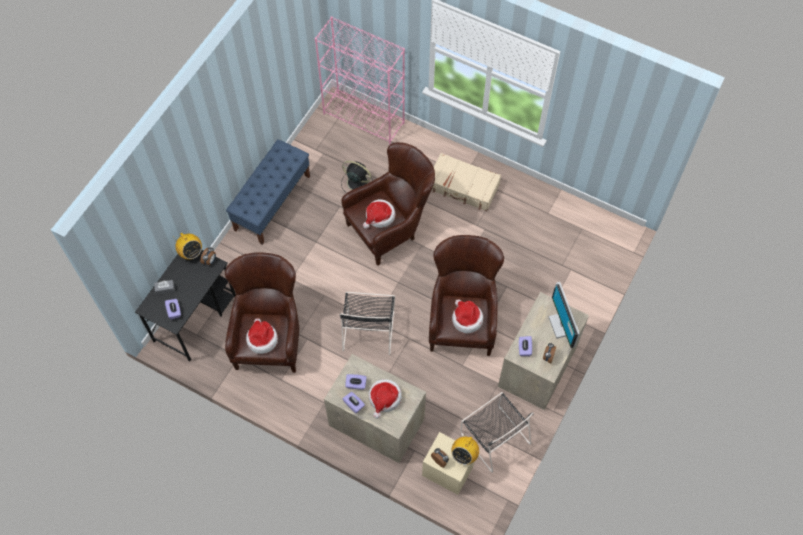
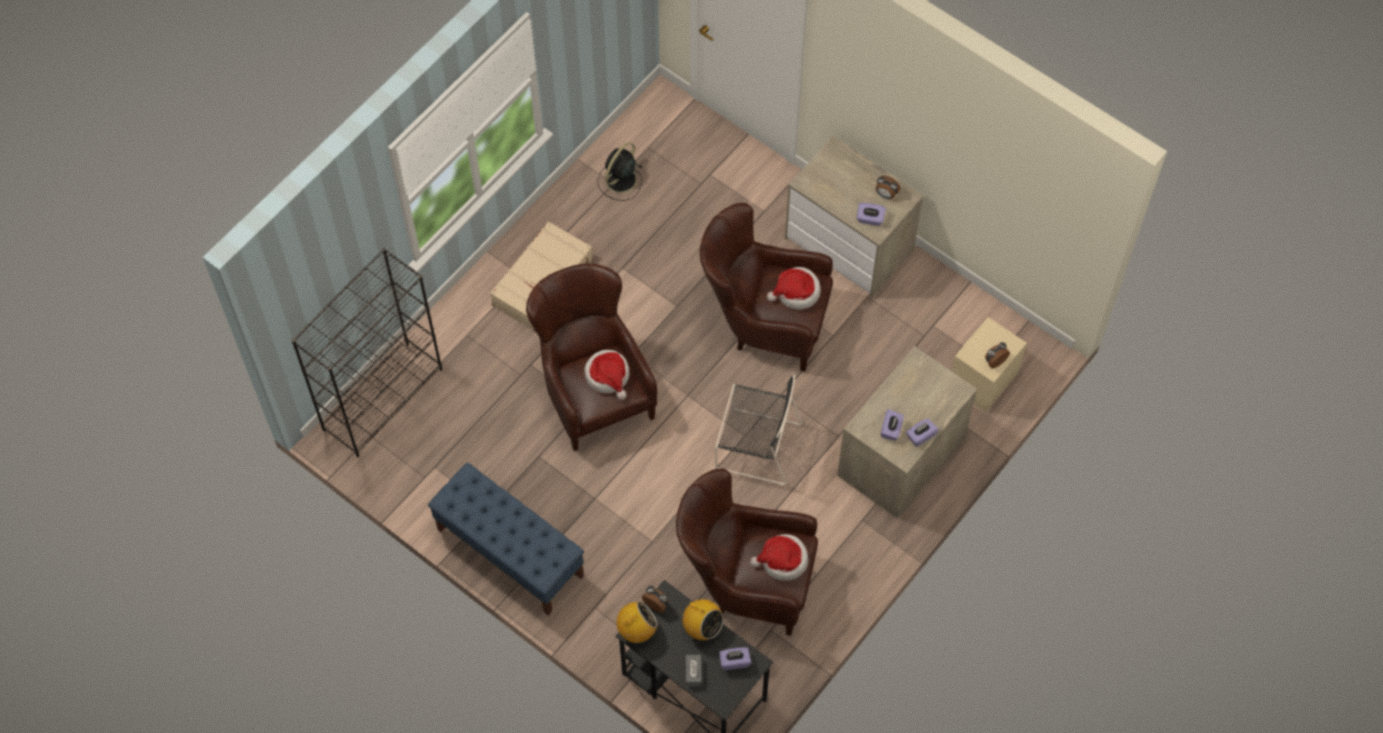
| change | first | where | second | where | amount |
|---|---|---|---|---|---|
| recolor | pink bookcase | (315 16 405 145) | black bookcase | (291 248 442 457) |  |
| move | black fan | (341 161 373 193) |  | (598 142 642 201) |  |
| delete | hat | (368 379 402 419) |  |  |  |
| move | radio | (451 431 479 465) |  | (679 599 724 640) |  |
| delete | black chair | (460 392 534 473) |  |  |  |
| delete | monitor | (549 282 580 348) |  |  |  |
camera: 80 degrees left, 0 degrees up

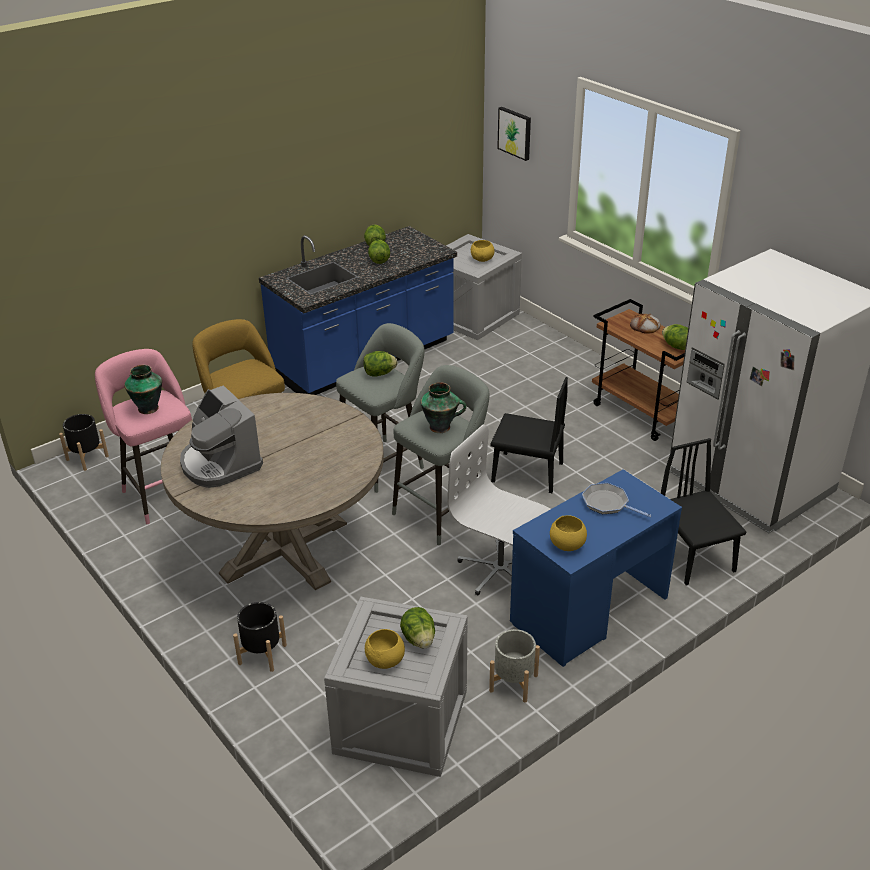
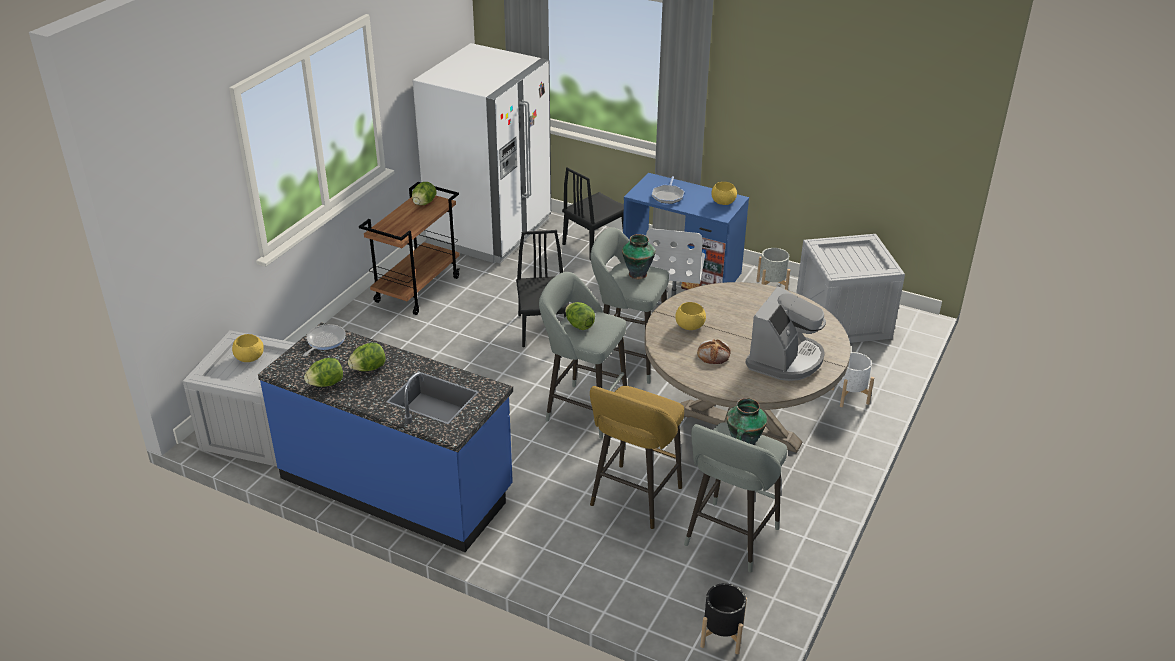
| change | first | where | second | where | amount |
|---|---|---|---|---|---|
| recolor | pink stool | (95 349 192 524) | grey stool | (684 422 787 573) |  |
| recolor | black planter | (233 602 287 672) | white planter | (831 352 874 407) |  |
| move | yellow bowl | (365 629 405 669) |  | (675 302 706 330) |  |
| delete | lettuce | (400 607 435 649) |  |  |  |
| delete | picture | (497 107 531 161) |  |  |  |
| move | bread | (630 313 660 334) |  | (697 339 731 364) |  |
| insert |  |  | frying pan | (303 324 346 357) |  |
camera: 115 degrees left, 0 degrees up

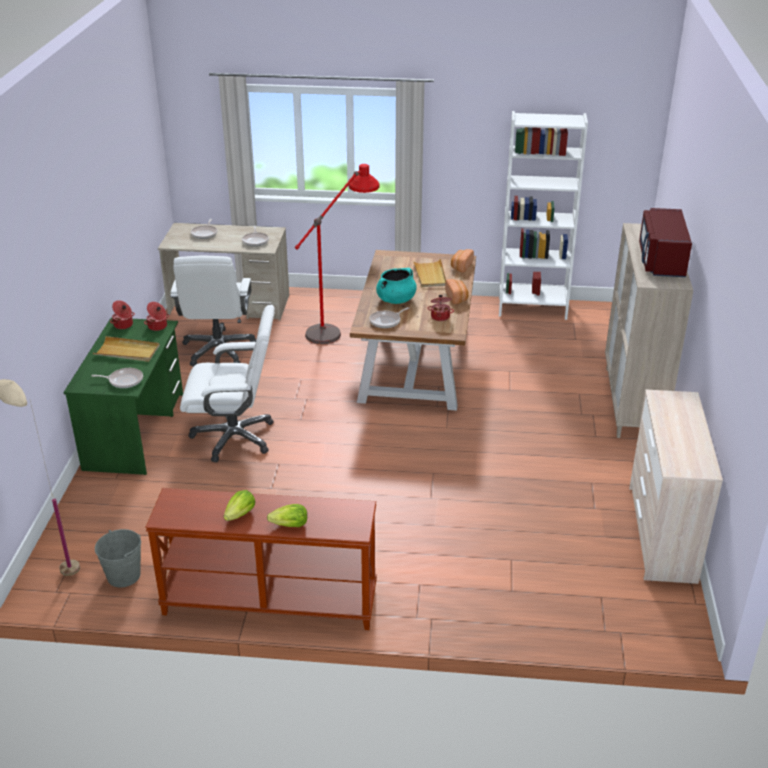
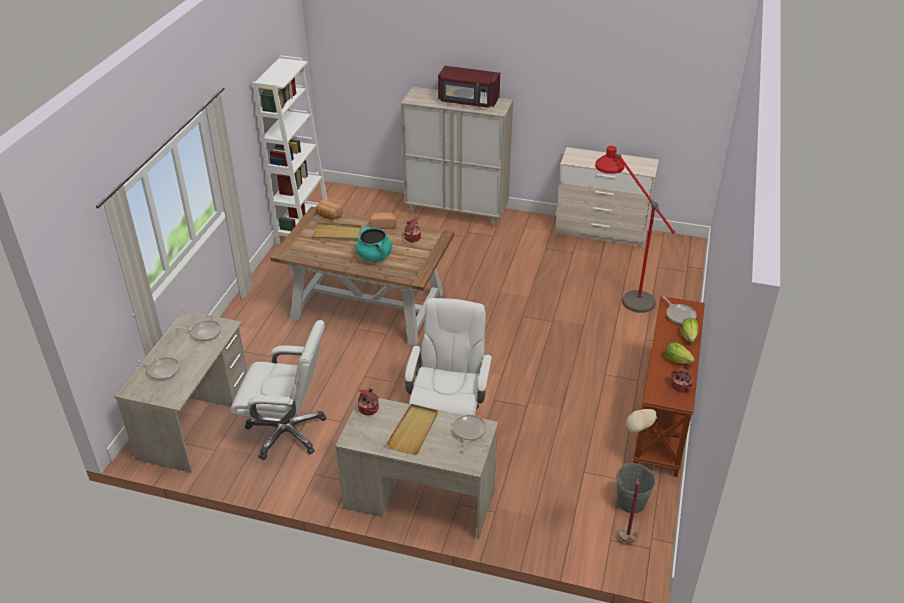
| change | first | where | second | where | amount |
|---|---|---|---|---|---|
| recolor | green desk | (63 318 183 475) | beige desk | (335 396 498 539) |  |
| move | cooking pot | (110 300 135 329) |  | (671 366 695 393) |  |
| move | red floor lamp | (295 164 380 344) |  | (595 146 675 313) |  |
| move | frying pan | (370 307 409 328) |  | (662 296 697 324) |  |
camera: 80 degrees left, 5 degrees up

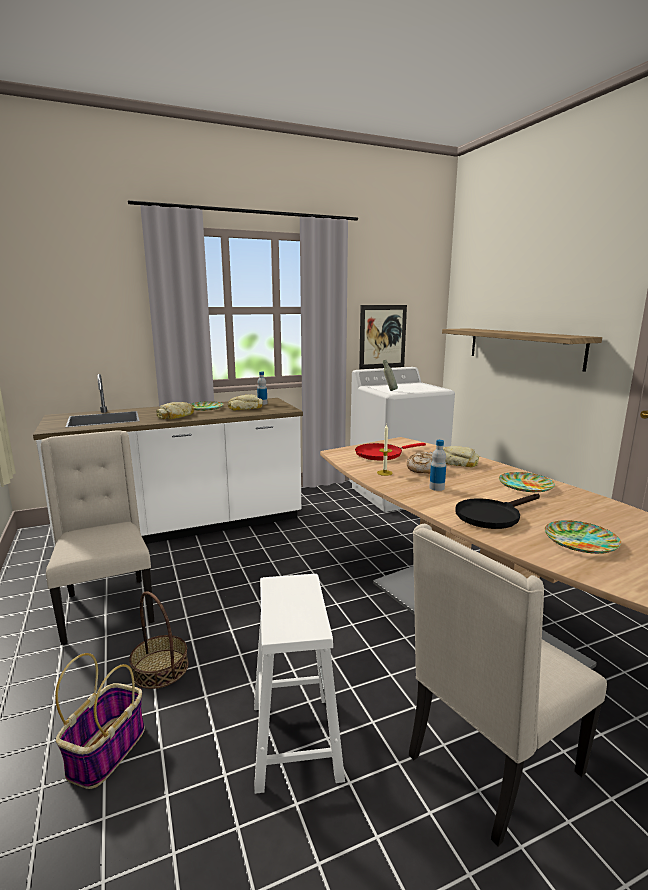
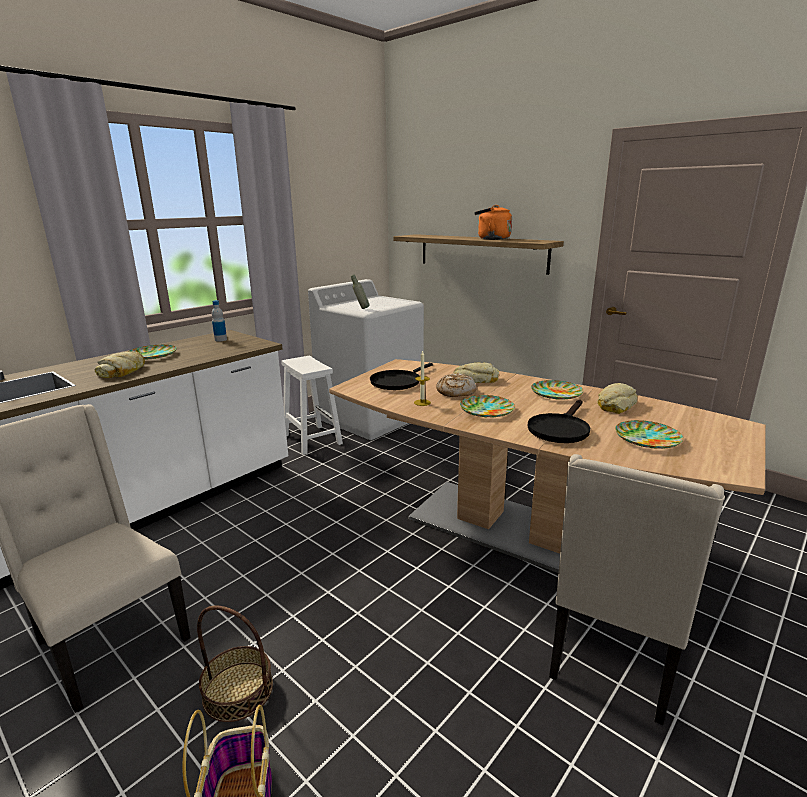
| change | first | where | second | where | amount |
|---|---|---|---|---|---|
| move | bread | (228 395 263 411) |  | (597 383 637 414) |  |
| move | white stool | (254 574 345 794) |  | (281 356 343 455) |  |
| recolor | red frying pan | (355 443 426 460) | black frying pan | (370 363 433 390) |  |
| delete | picture | (359 305 407 369) |  |  |  |
| replace | bottle | (429 440 446 491) | plate | (460 395 515 417) |  |
| insert |  |  | orange kettle | (474 205 512 240) |  |
camera: 25 degrees left, 5 degrees up

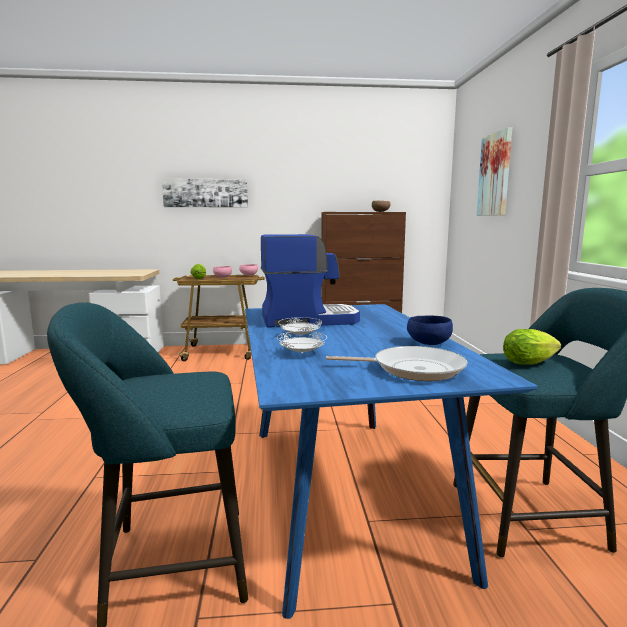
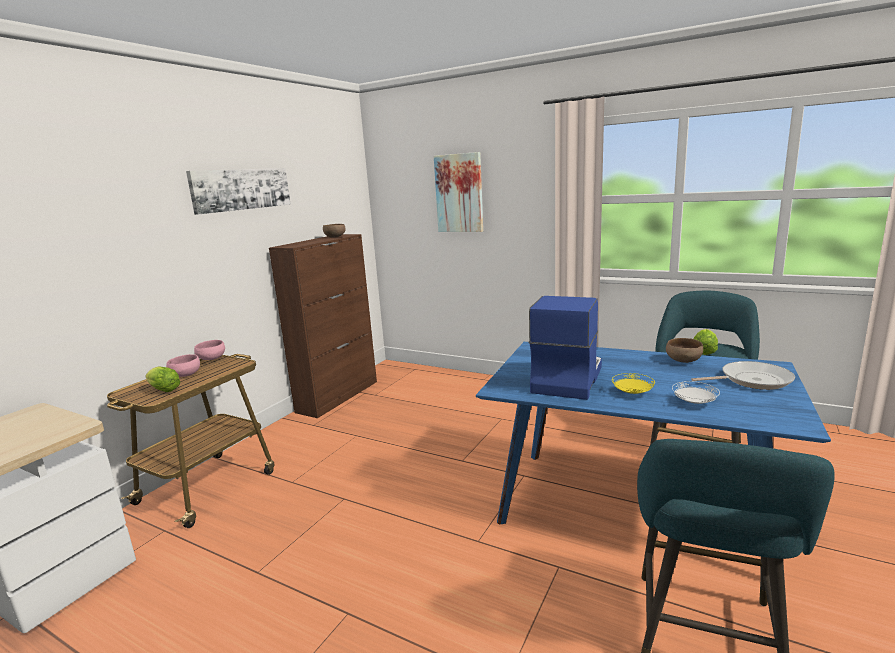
| change | first | where | second | where | amount |
|---|---|---|---|---|---|
| move | picture | (162 178 248 207) |  | (186 168 291 215) |  |
| recolor | white plate | (278 317 322 336) | yellow plate | (612 373 655 394) |  |
| rotate | frying pan | (326 346 468 381) |  | (691 361 795 390) | 45 degrees clockwise |
| recolor | blue bowl | (407 315 453 345) | brown bowl | (666 338 703 363) |  |
camera: 55 degrees left, 5 degrees up

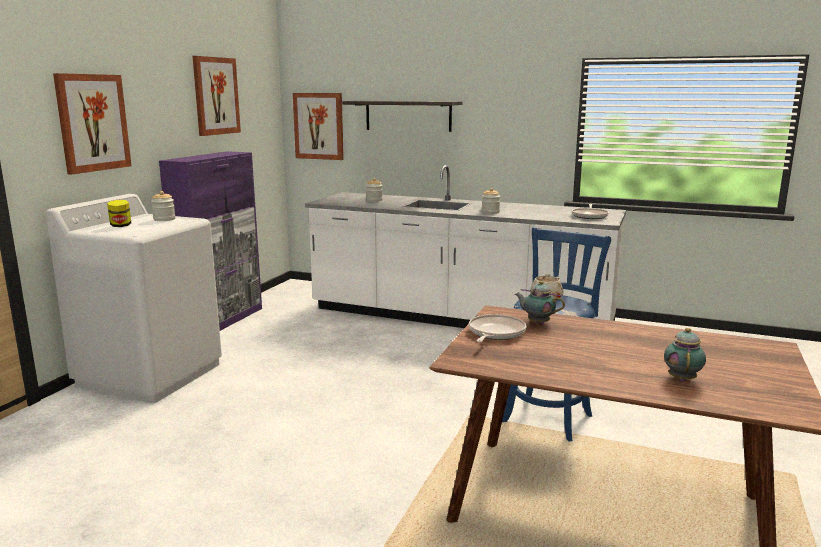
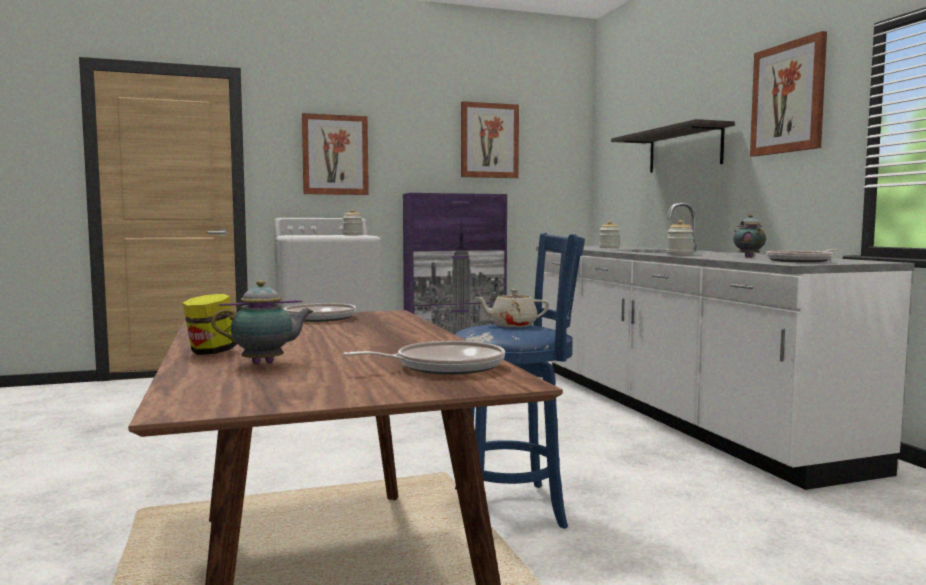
| change | first | where | second | where | amount |
|---|---|---|---|---|---|
| move | jar | (107 200 131 227) |  | (182 294 237 355) |  |
| move | picture | (293 93 344 160) |  | (750 31 827 157) |  |
| move | teapot | (515 281 565 324) |  | (733 215 766 258) |  |
| insert |  |  | frying pan | (343 341 505 375) |  |
camera: 50 degrees right, 10 degrees down

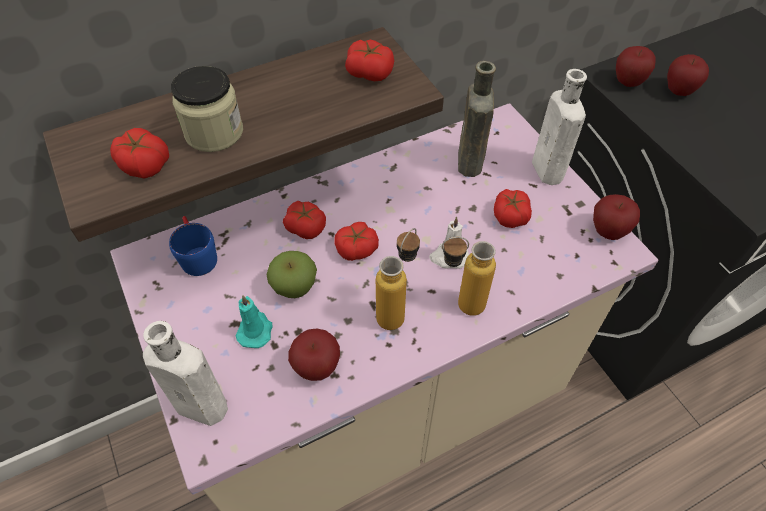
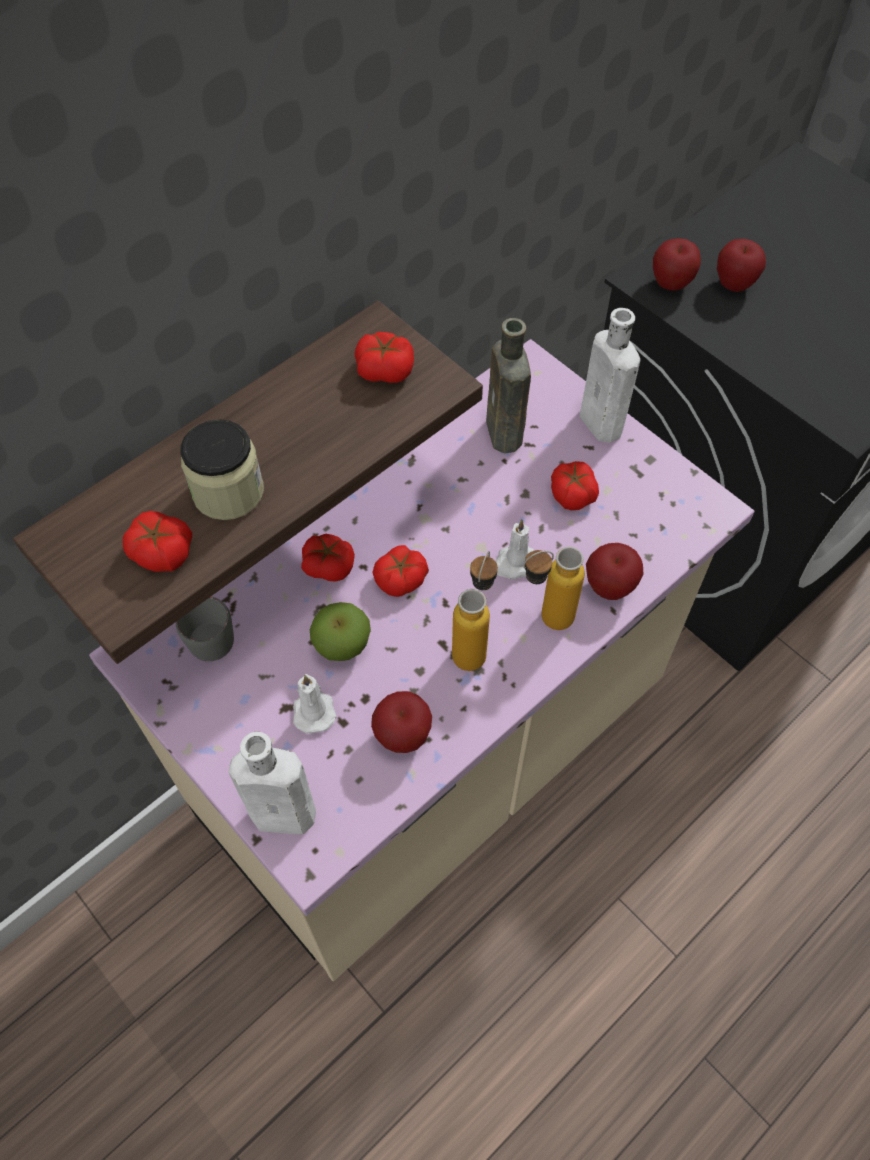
| change | first | where | second | where | amount |
|---|---|---|---|---|---|
| recolor | blue mug | (169 216 217 276) | grey mug | (176 596 234 661) |  |
| recolor | turquoise candle | (236 295 272 348) | white candle | (293 674 337 733) |  |
| move | apple | (593 194 640 240) |  | (586 543 643 600) |  |
camera: 15 degrees left, 5 degrees up

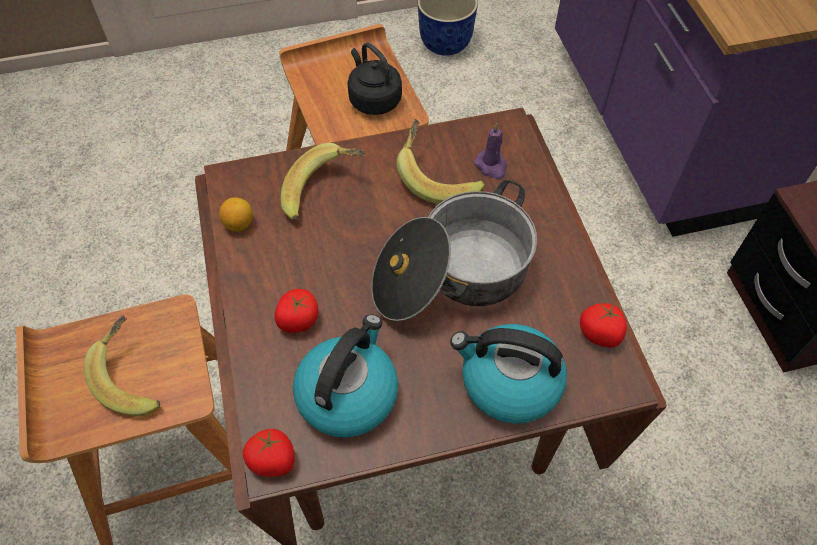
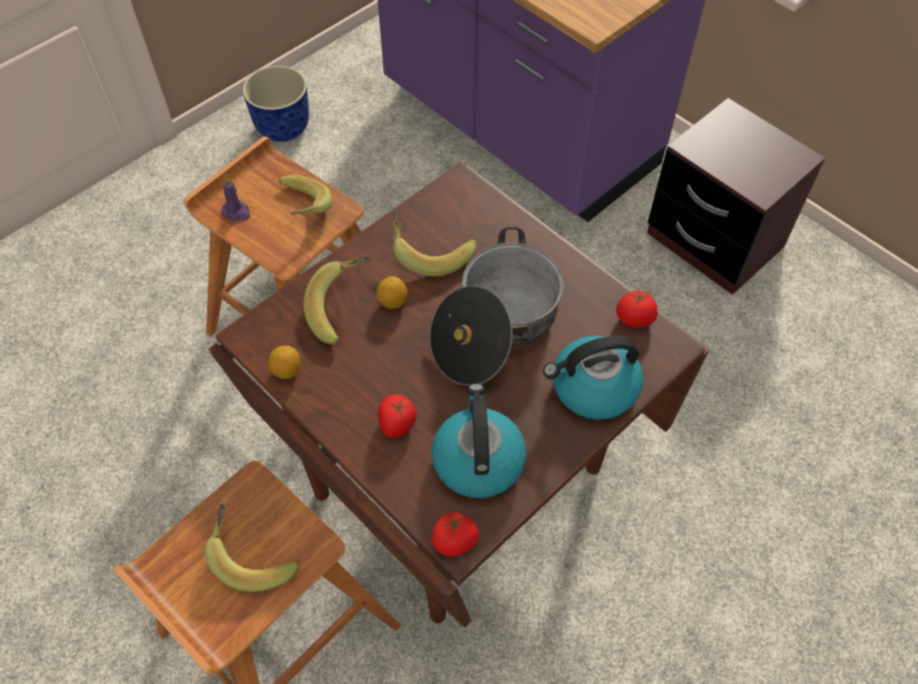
| change | first | where | second | where | amount |
|---|---|---|---|---|---|
| replace | black kettle | (347 42 402 115) | banana | (279 175 332 215) |  |
| move | purple candle | (474 123 507 179) |  | (221 177 250 221) |  |
| insert |  |  | lemon | (377 276 408 309) |  |
camera: 30 degrees left, 0 degrees up

